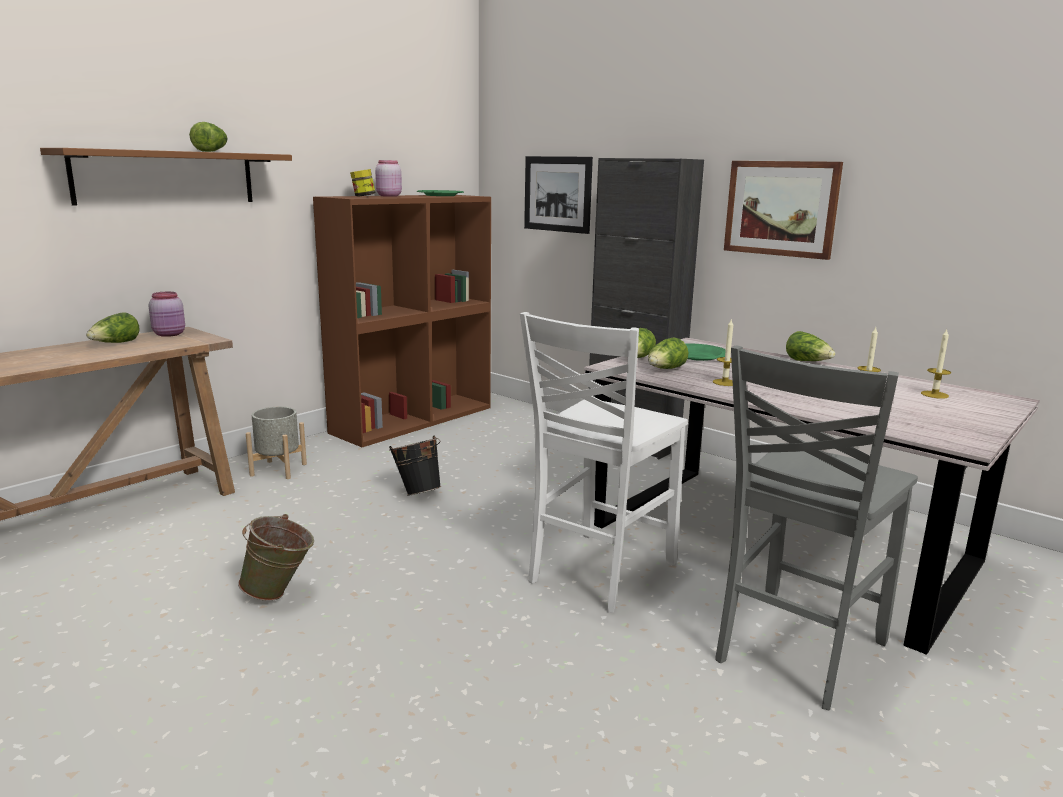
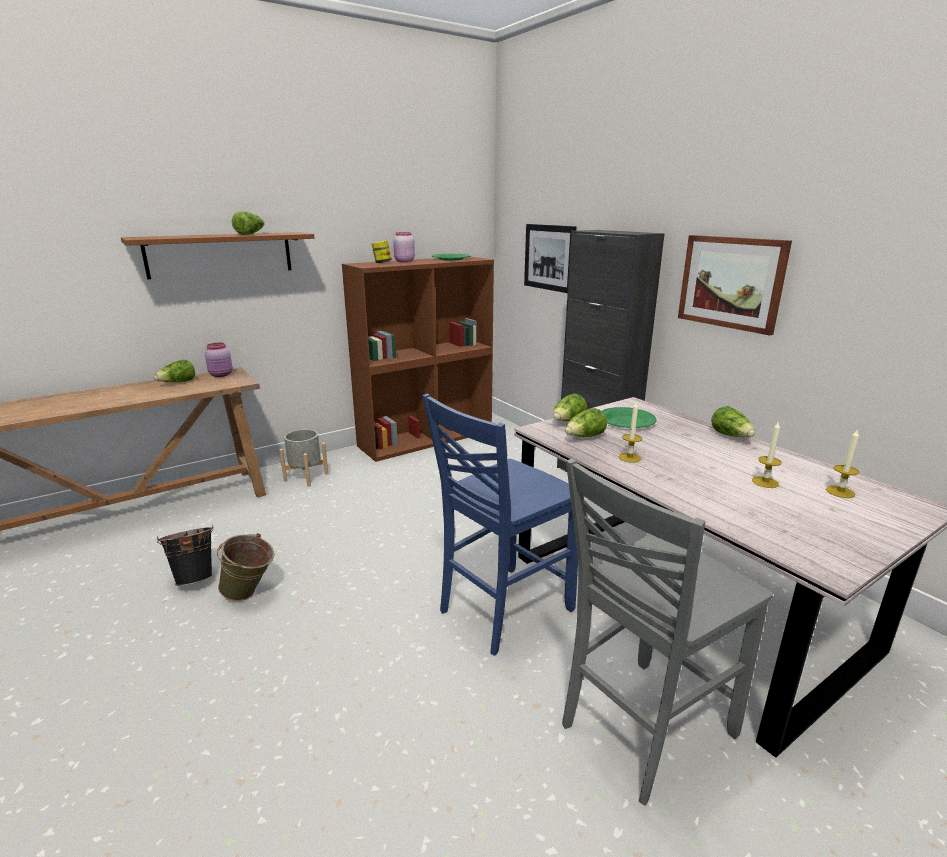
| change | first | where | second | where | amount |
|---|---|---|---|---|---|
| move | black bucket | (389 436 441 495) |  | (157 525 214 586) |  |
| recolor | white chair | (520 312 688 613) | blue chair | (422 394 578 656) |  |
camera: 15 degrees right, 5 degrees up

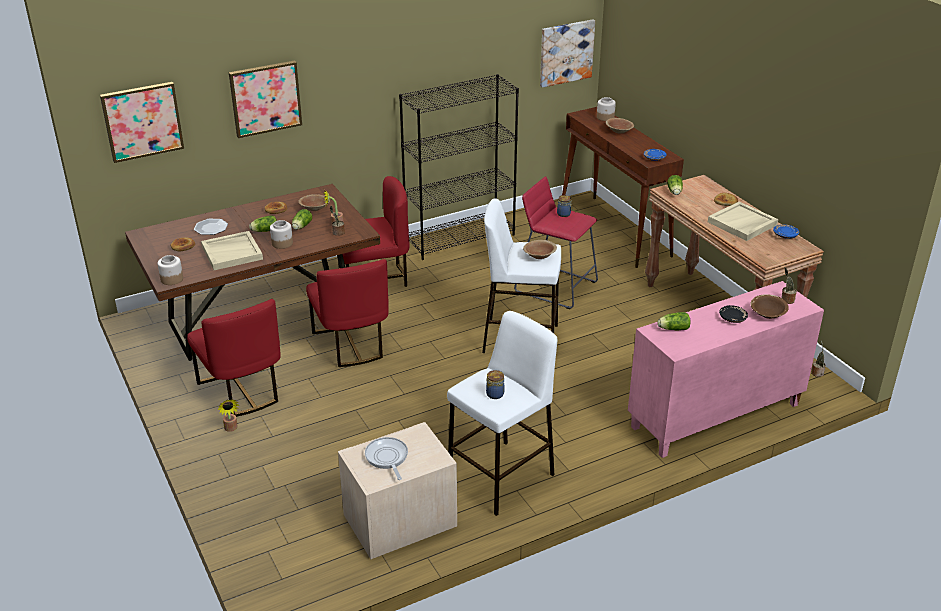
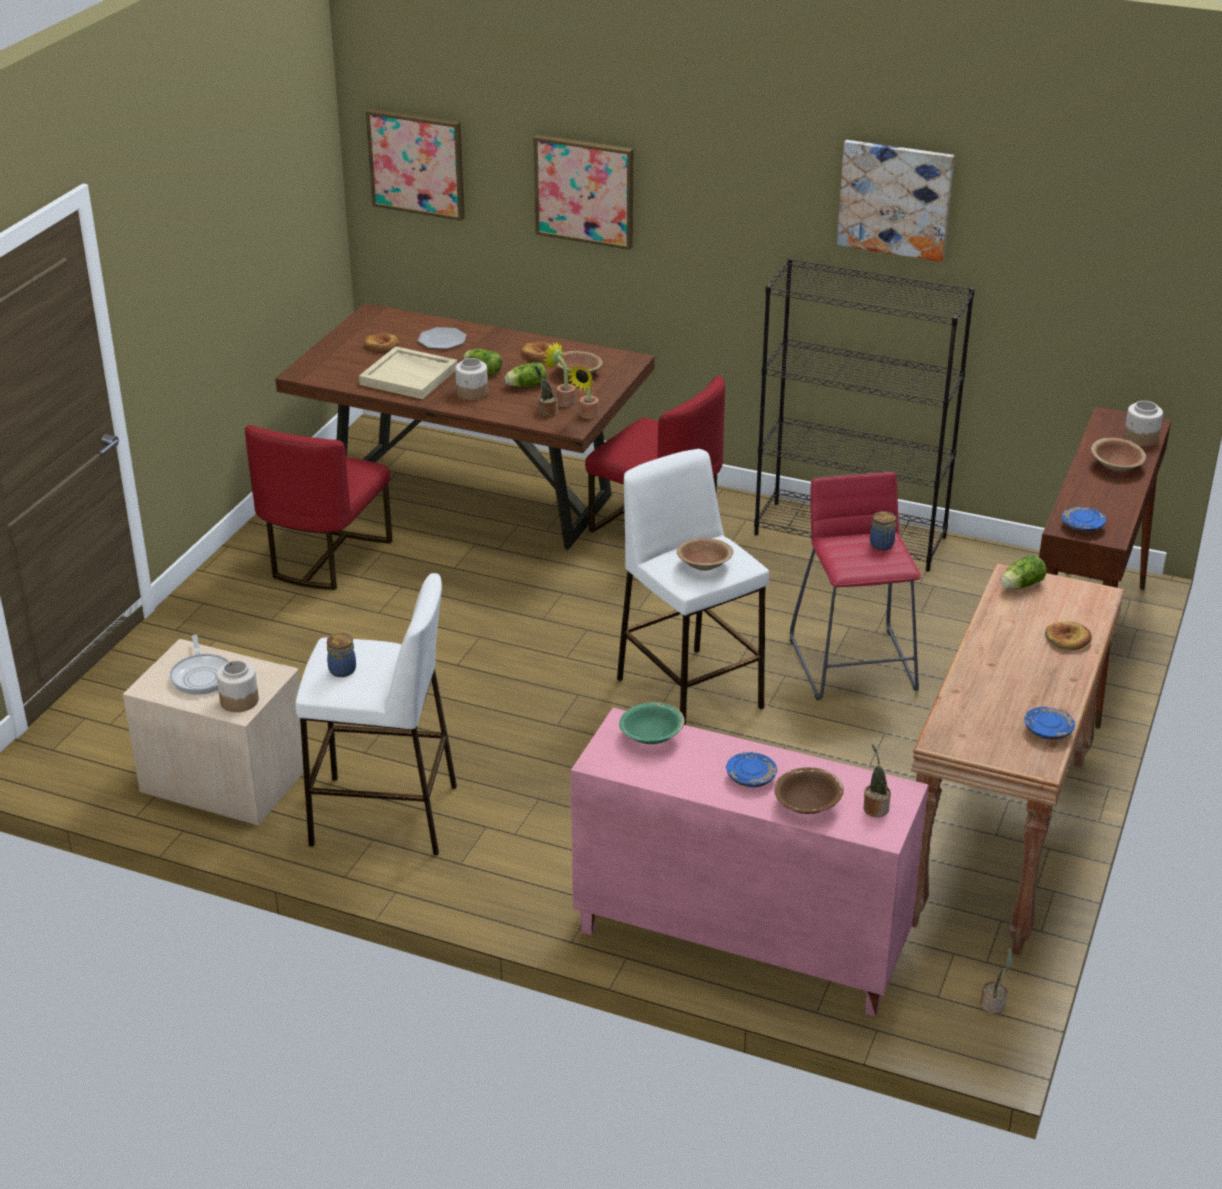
| change | first | where | second | where | amount |
|---|---|---|---|---|---|
| move | jar | (157 255 183 285) |  | (216 660 259 712) |  |
| move | potted plant | (218 399 240 432) |  | (567 365 598 419) |  |
| delete | red chair | (306 259 388 367) |  |  |  |
| rotate | frying pan | (365 437 408 480) |  | (170 634 229 695) | 135 degrees clockwise |
| move | picture | (540 19 595 88) |  | (837 140 954 262) |  |
| replace | lettuce | (657 312 691 331) | green bowl | (619 702 685 744) |  |
| delete | beige tray | (708 202 778 241) |  |  |  |
| recolor | black plate | (719 305 748 323) | blue plate | (726 752 777 787) |  |
camera: 50 degrees right, 0 degrees up

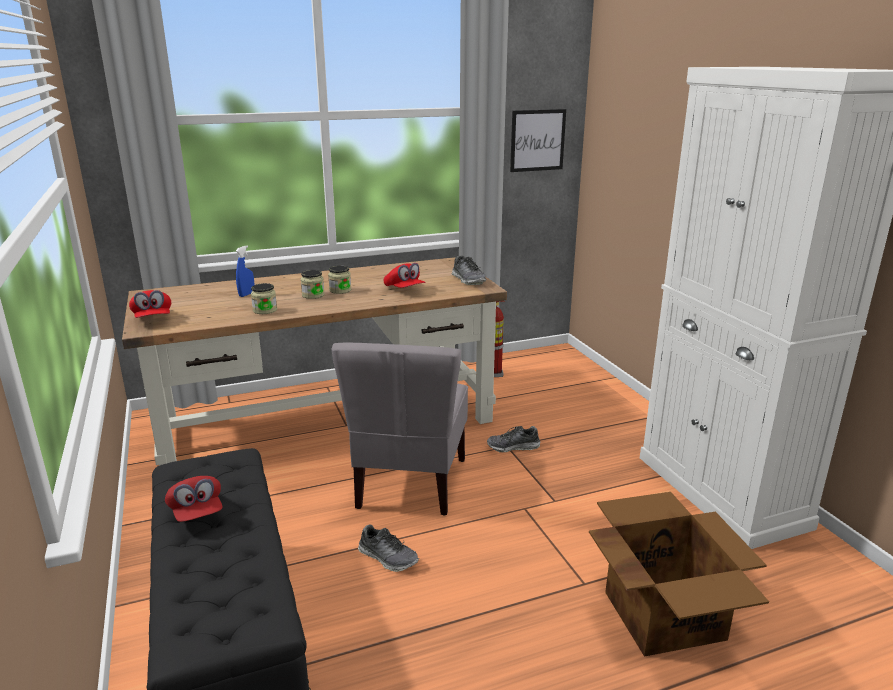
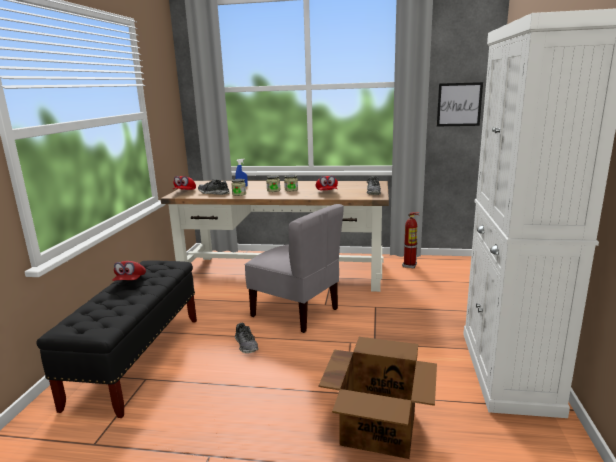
| change | first | where | second | where | amount |
|---|---|---|---|---|---|
| rotate | grey chair | (332 343 468 516) |  | (245 204 344 333) | 90 degrees counterclockwise |
| move | shoe | (487 426 540 452) |  | (198 179 230 195) |  |
camera: 30 degrees right, 5 degrees down

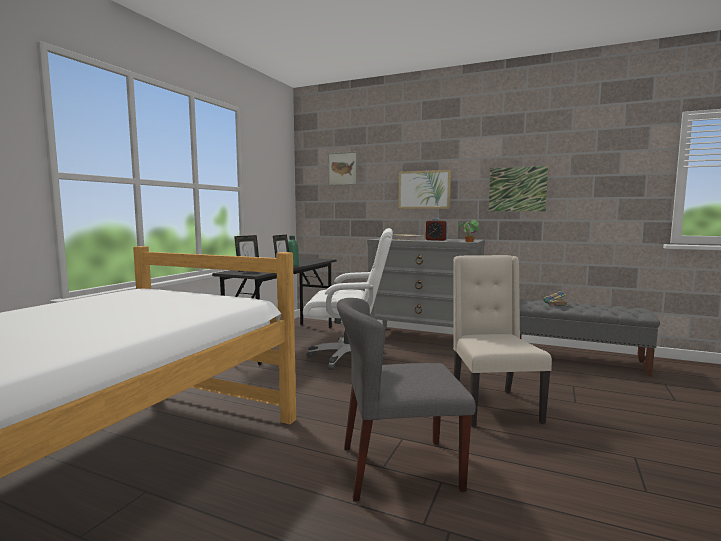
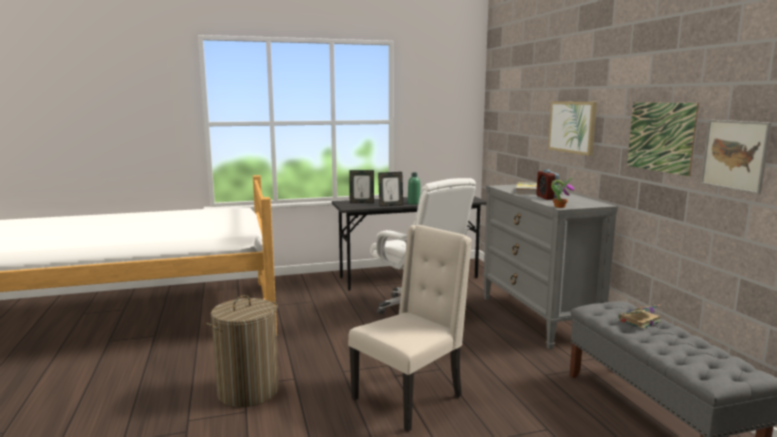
| change | first | where | second | where | amount |
|---|---|---|---|---|---|
| move | picture | (328 151 358 186) |  | (701 120 772 194) |  |
| replace | grey chair | (337 298 476 501) | laundry basket | (206 295 279 407) |  |
camera: 50 degrees right, 5 degrees up

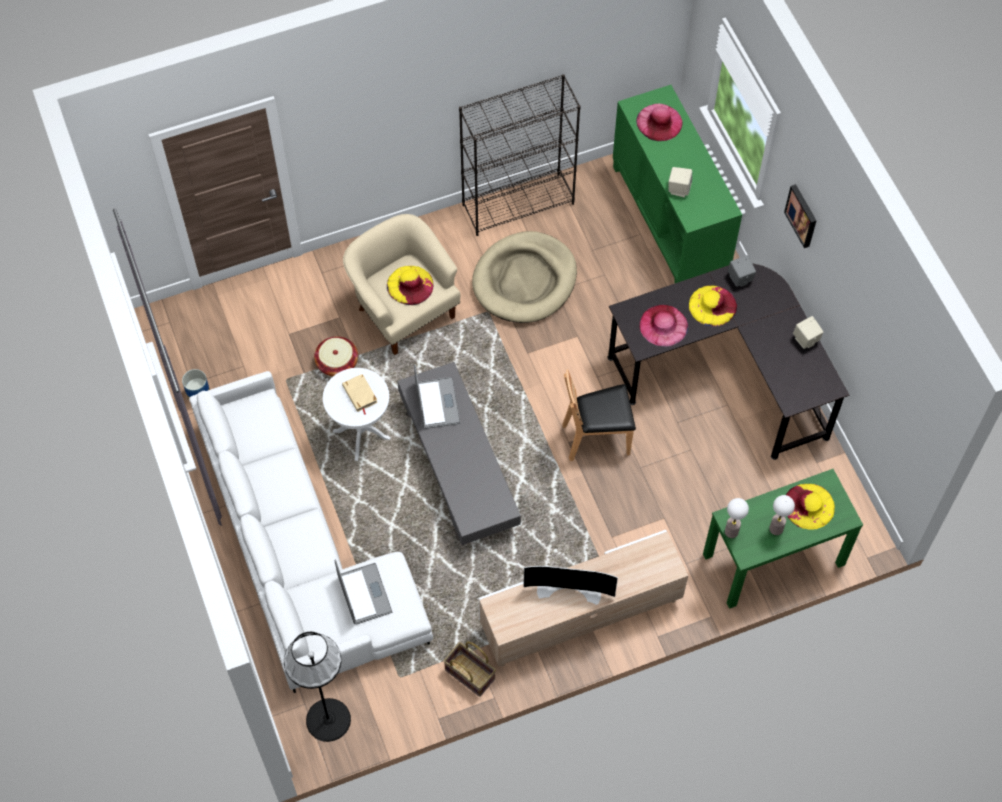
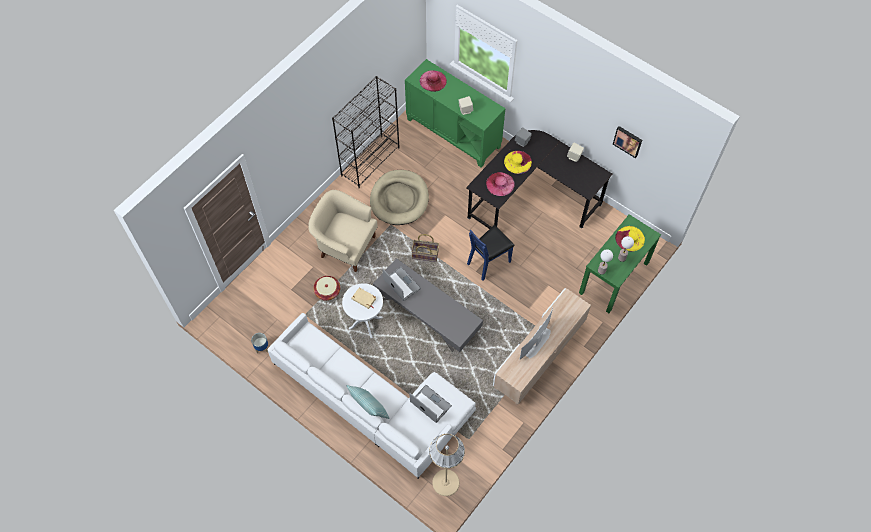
| change | first | where | second | where | amount |
|---|---|---|---|---|---|
| recolor | black floor lamp | (284 632 351 742) | beige floor lamp | (429 434 465 496) |  |
| delete | yellow hat | (387 266 434 305) |  |  |  |
| move | basket | (443 641 496 697) |  | (411 234 439 262) |  |
| rotate | television | (523 566 618 605) |  | (519 308 553 360) | 150 degrees clockwise |
| recolor | brown chair | (562 369 636 461) | blue chair | (467 225 515 280) |  |
| move | picture | (784 184 817 248) |  | (613 126 642 158) |  |
| insert |  |  | pillow | (346 385 390 419) |  |
camera: 30 degrees left, 0 degrees up

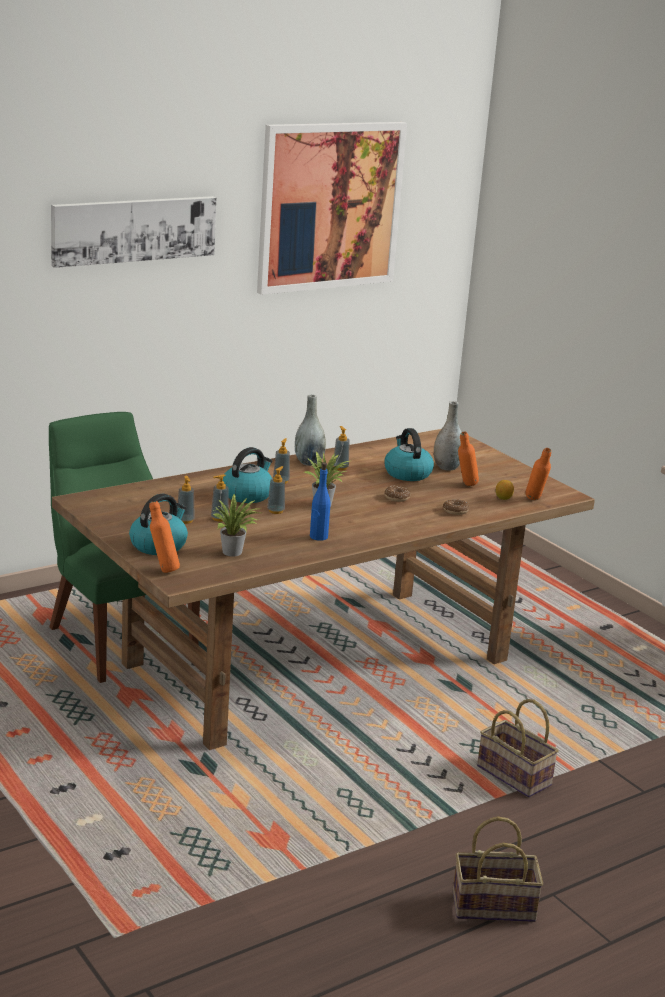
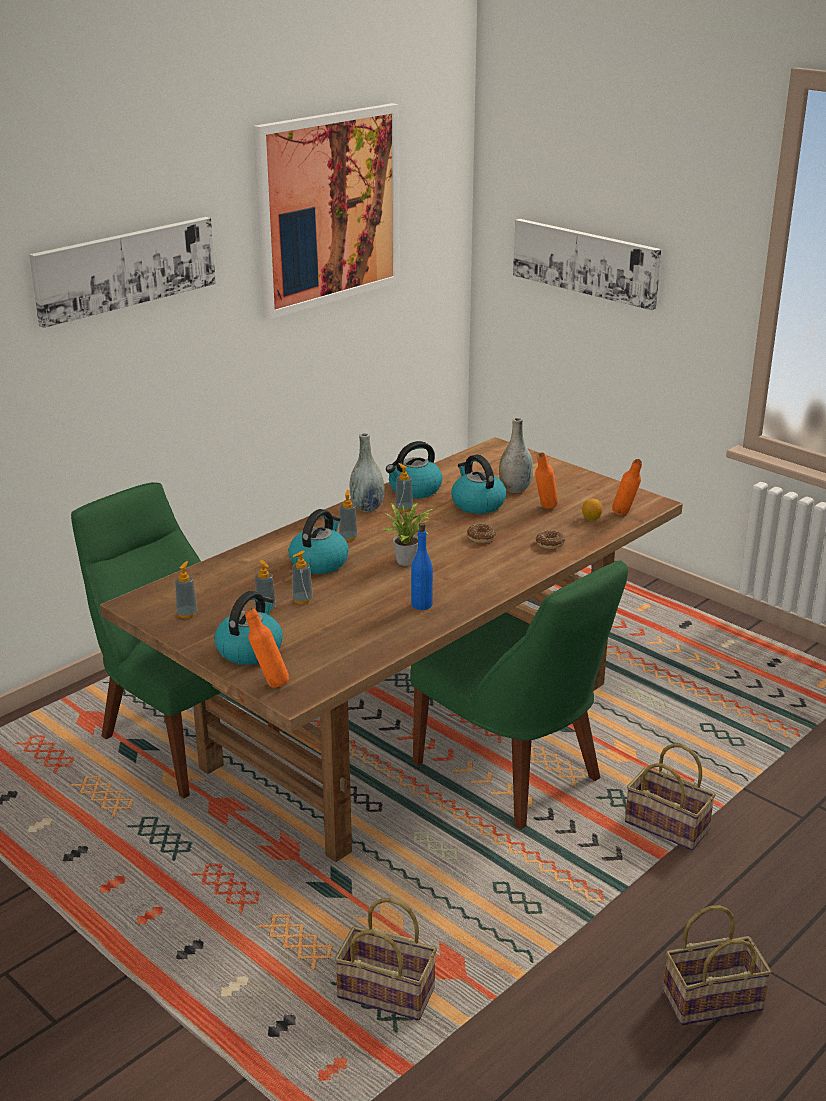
| change | first | where | second | where | amount |
|---|---|---|---|---|---|
| delete | potted plant | (213 494 259 557) |  |  |  |
| move | soap dispenser | (267 466 285 514) |  | (175 561 197 618) |  |
| insert |  |  | basket | (334 898 437 1020) |  |
| insert |  |  | kettle | (386 441 442 499) |  |
| insert |  |  | green chair | (410 561 628 830) |  |
| insert |  |  | picture | (513 219 661 310) |  |
camera: 10 degrees left, 5 degrees up

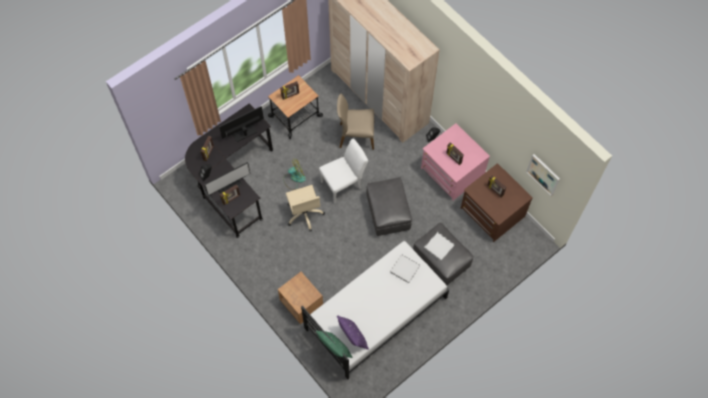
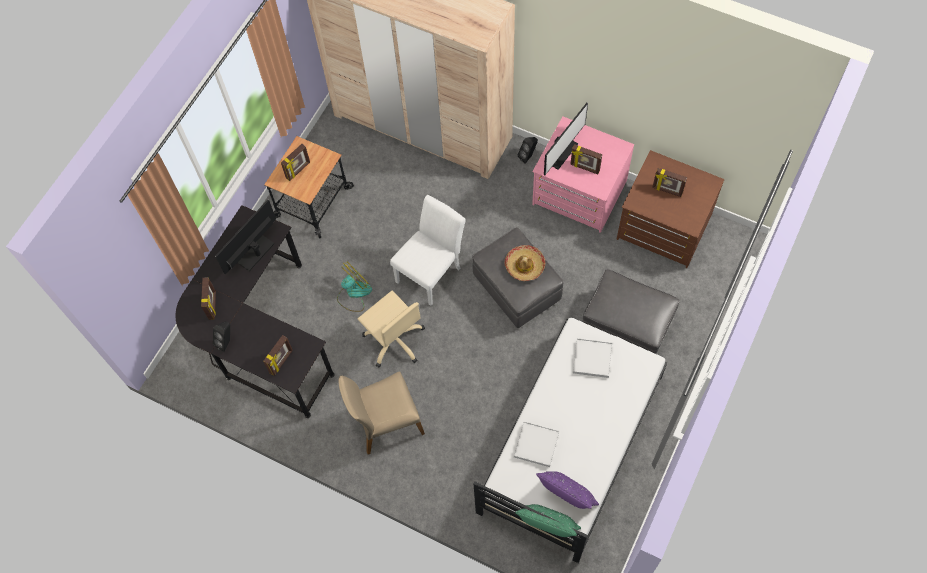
| change | first | where | second | where | amount |
|---|---|---|---|---|---|
| move | monitor | (204 162 251 196) |  | (544 103 588 175) |  |
| delete | brown nightstand | (278 272 323 324) |  |  |  |
| move | beige chair | (337 94 374 150) |  | (339 371 425 455) |  |
| move | white tray | (424 232 455 261) |  | (514 421 559 467) |  |
| delete | picture | (526 154 560 196) |  |  |  |
| insert |  |  | hat | (505 245 545 281) |  |
camera: 20 degrees left, 0 degrees up

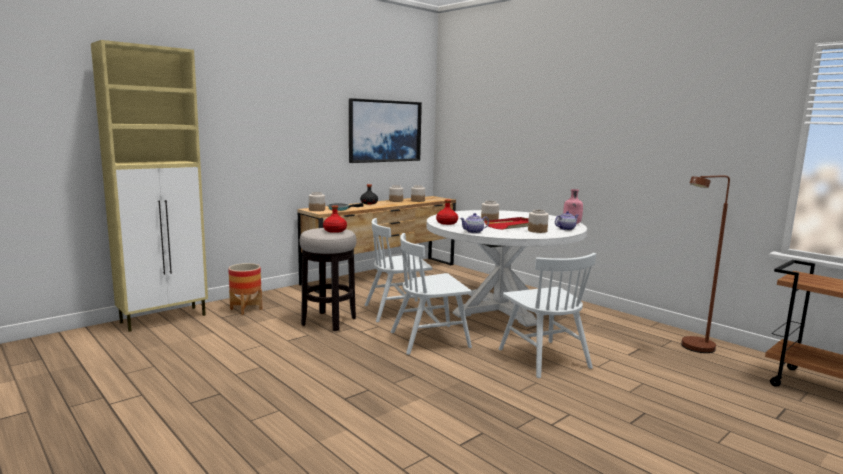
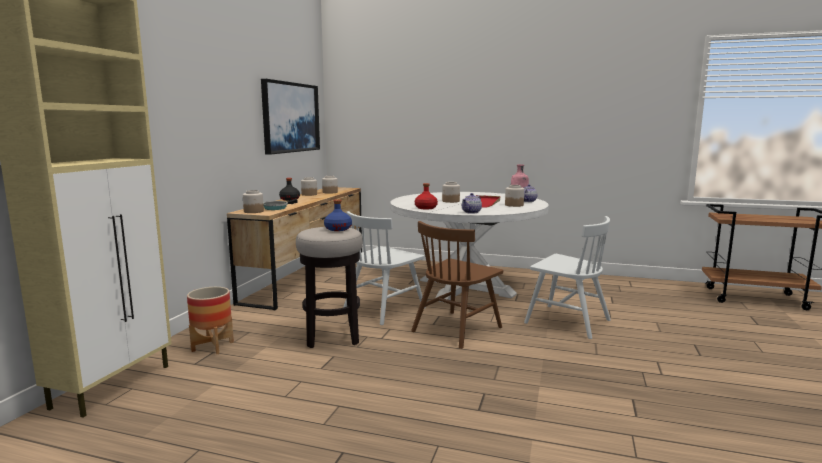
| change | first | where | second | where | amount |
|---|---|---|---|---|---|
| recolor | red bottle | (323 205 347 233) | blue bottle | (324 199 352 231) |  |
| recolor | white chair | (391 233 472 355) | brown chair | (411 221 503 349) |  |
| delete | brown floor lamp | (681 176 730 353) |  |  |  |
camera: 30 degrees left, 0 degrees up

